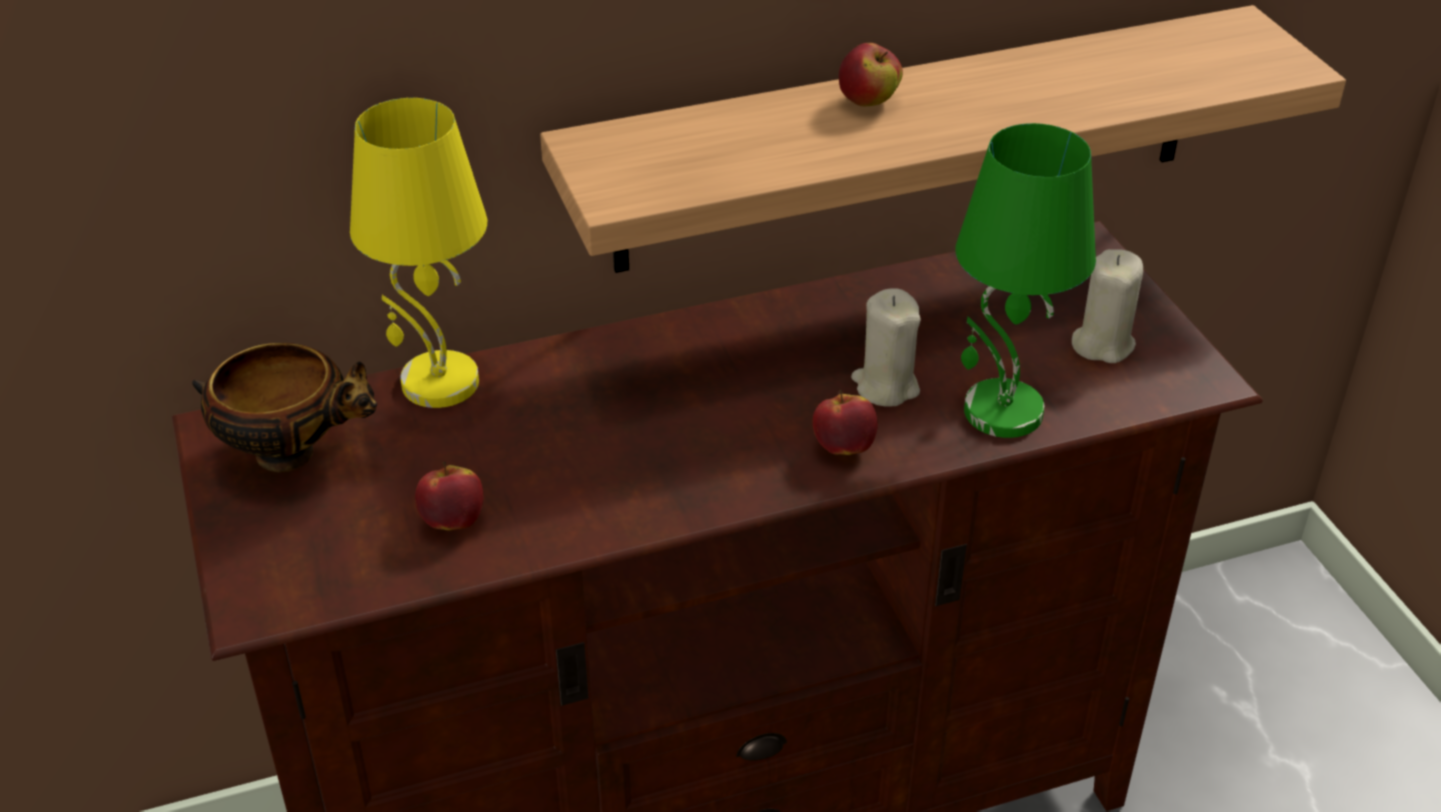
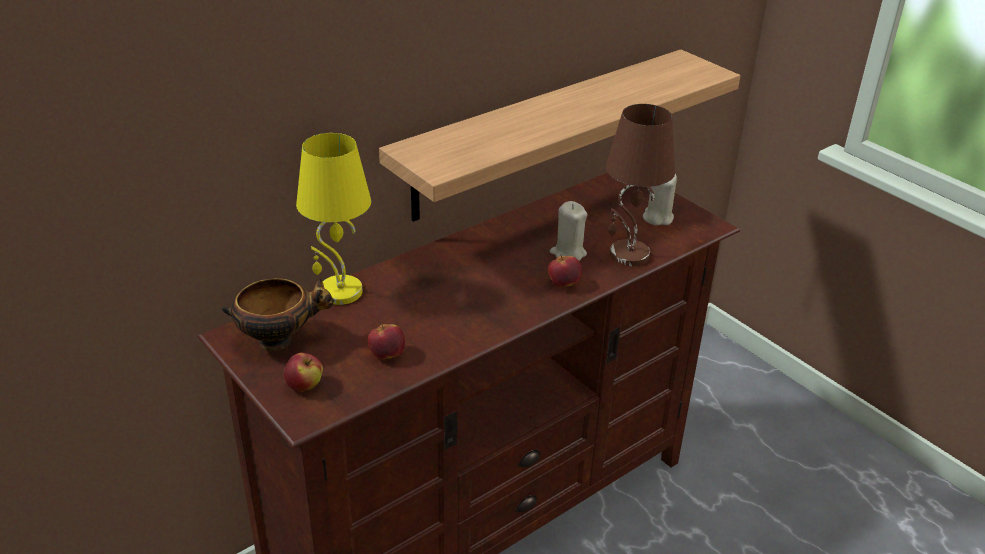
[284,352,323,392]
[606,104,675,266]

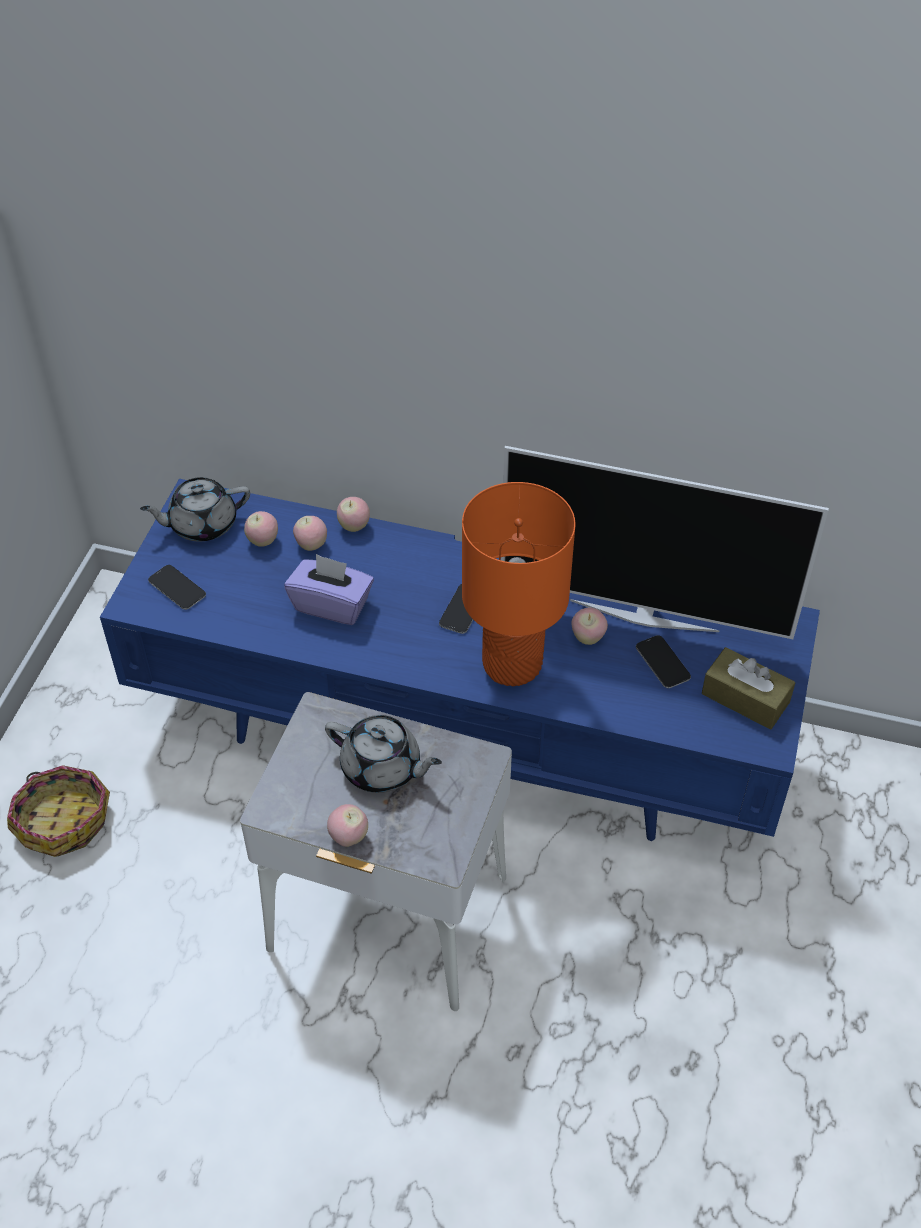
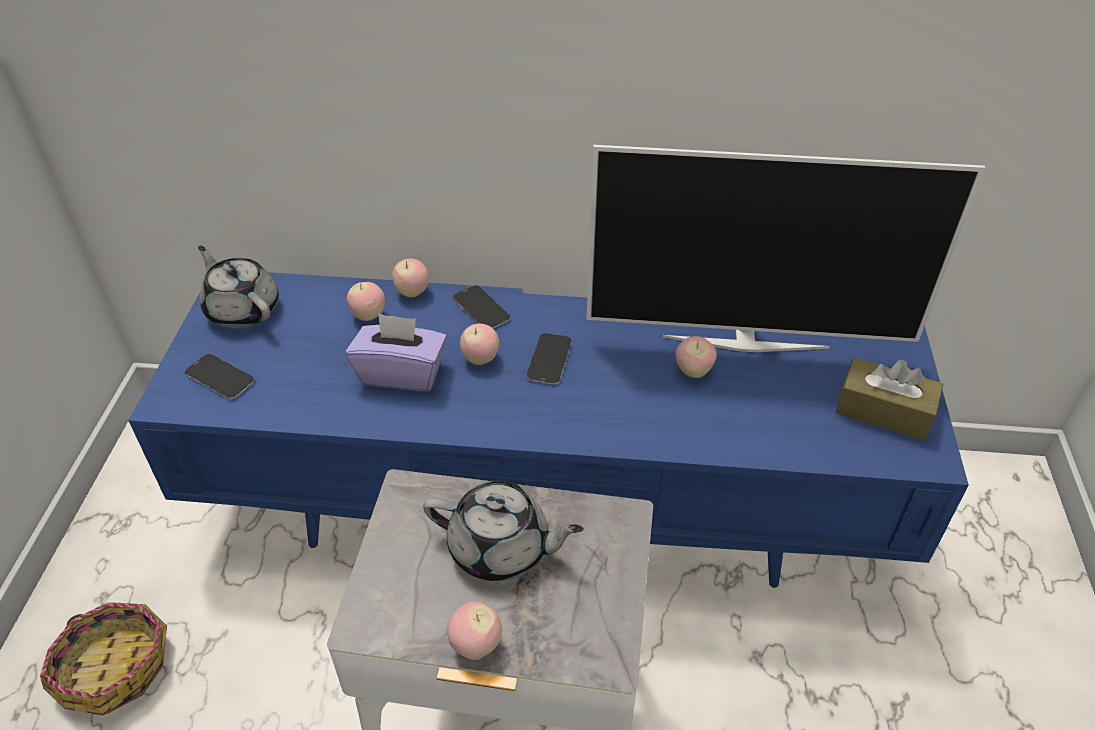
[198,246,279,328]
[462,482,575,686] (first image)
[460,324,499,365]
[453,285,510,328]

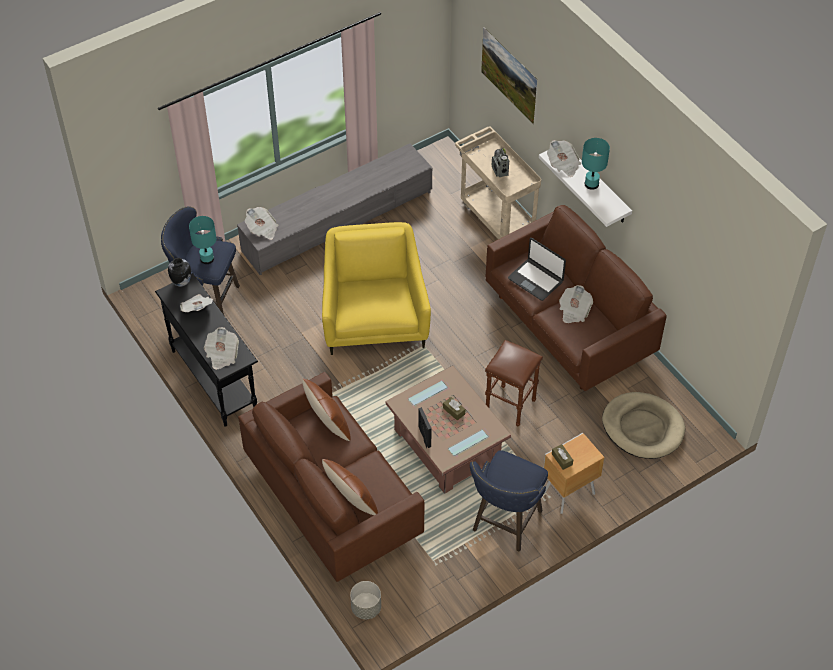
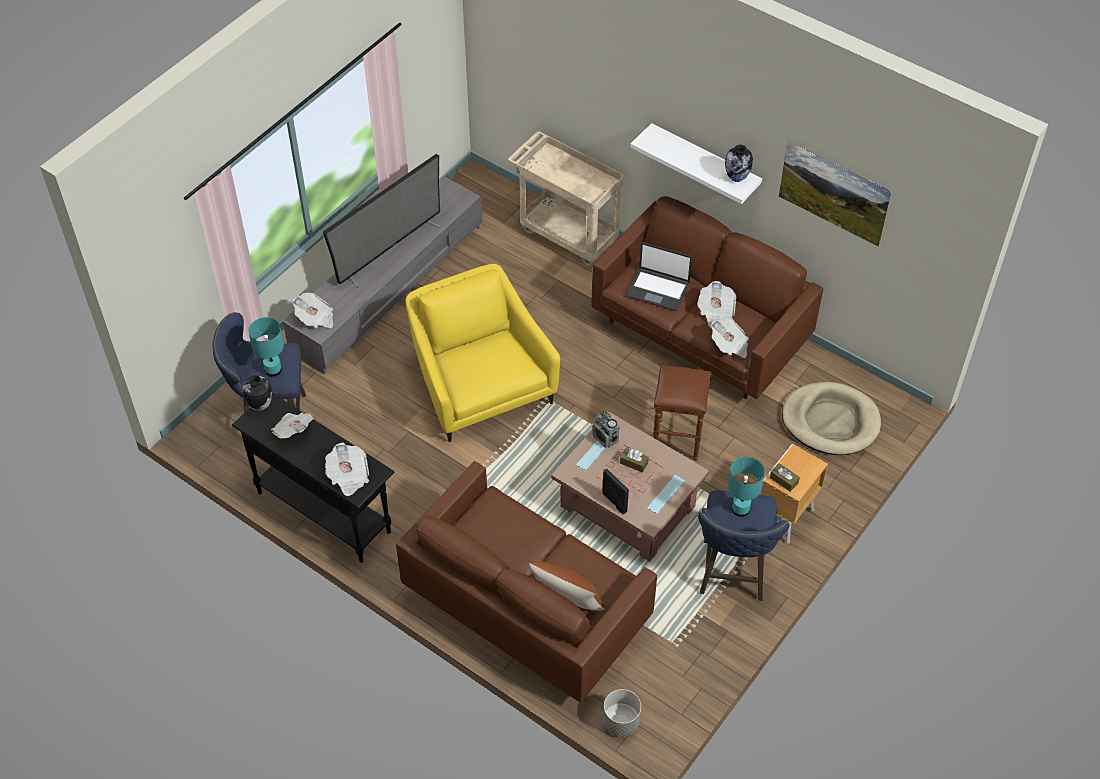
[779,141,892,247]
[728,457,764,517]
[711,317,749,358]
[592,411,619,448]
[302,379,351,441] (first image)
[725,145,753,182]
[323,154,440,288]

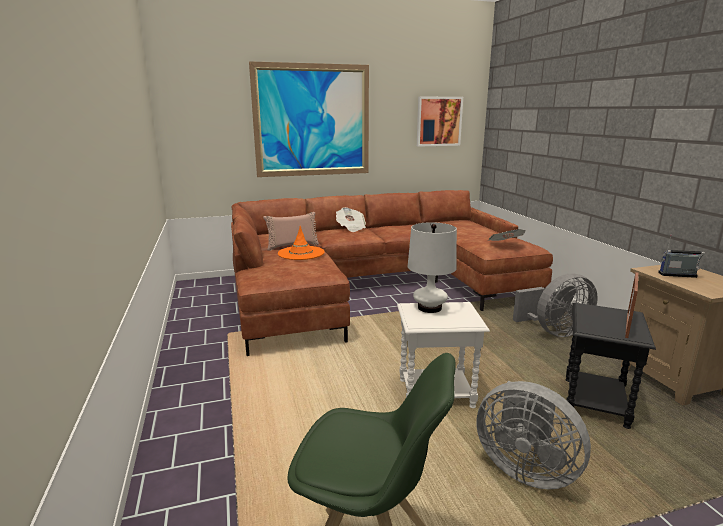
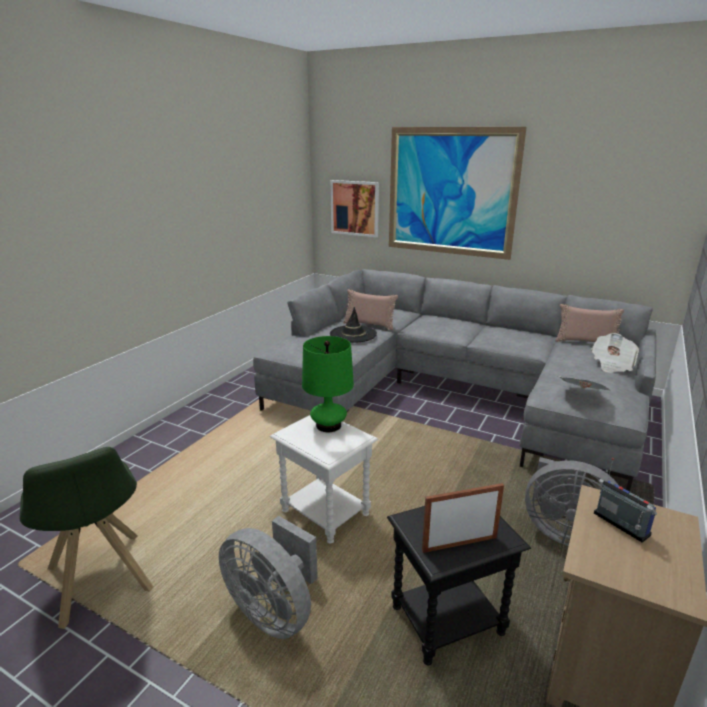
[330,180,379,237]
[253,269,656,492]
[591,333,639,373]
[302,336,354,432]
[330,307,377,343]
[219,516,318,639]
[555,304,624,342]

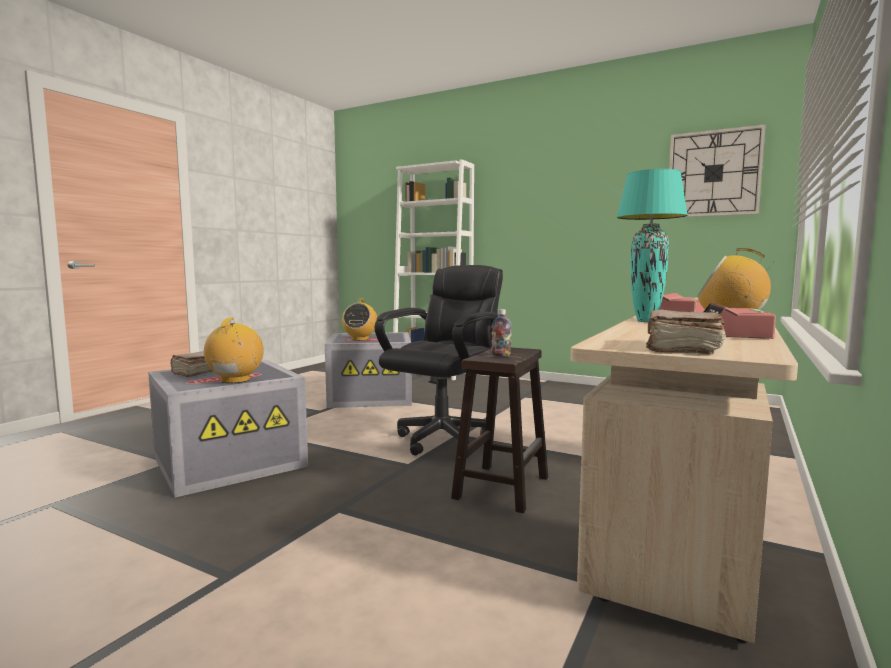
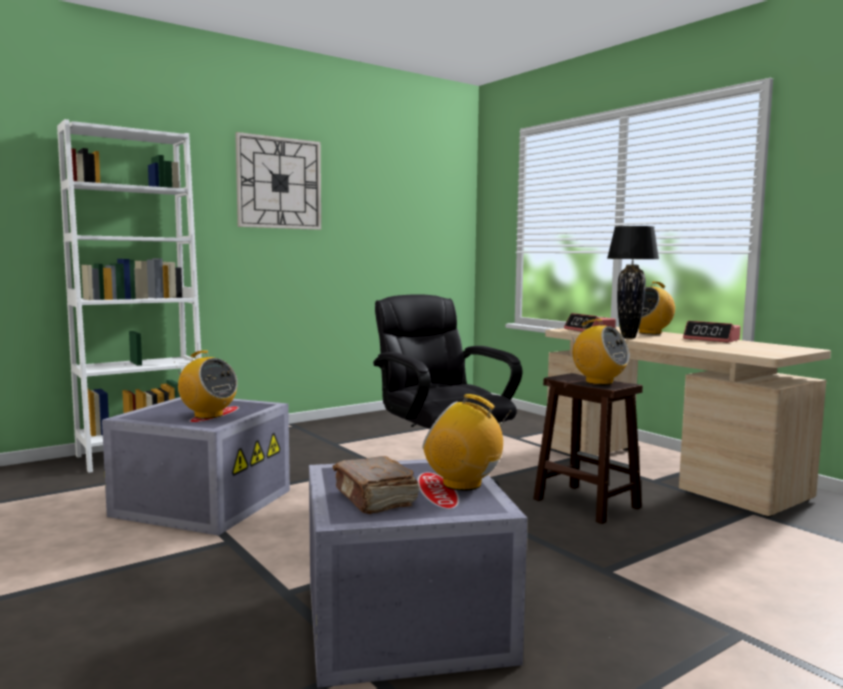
[235,132,321,230]
[607,226,659,339]
[568,319,630,385]
[646,310,726,355] (first image)

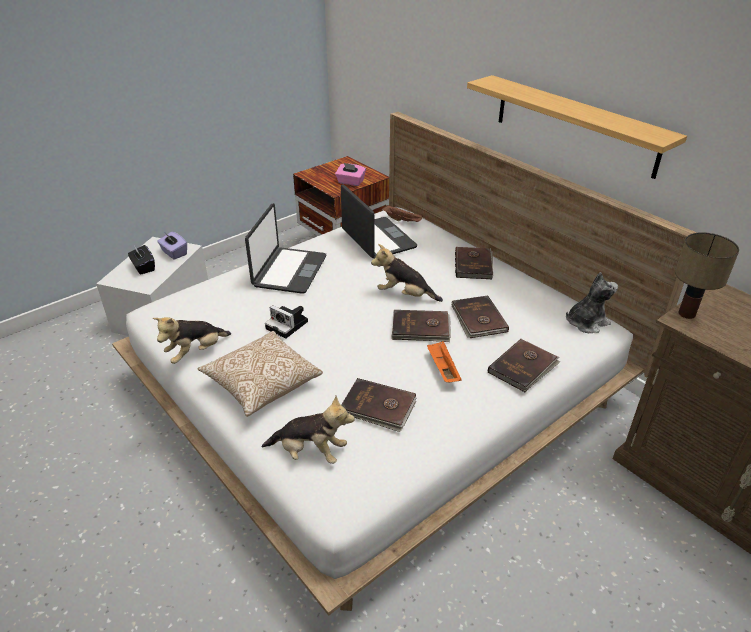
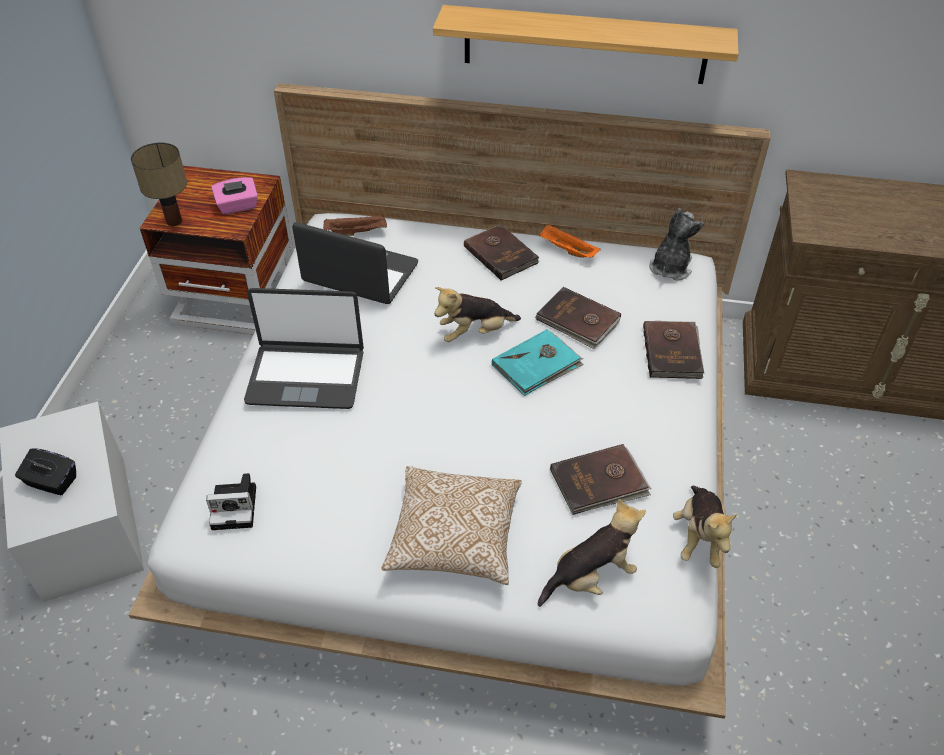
[244,288,364,409]
[157,232,187,260] (first image)
[131,143,187,226]
[206,473,256,530]
[492,329,584,396]
[673,486,737,568]
[539,224,601,258]

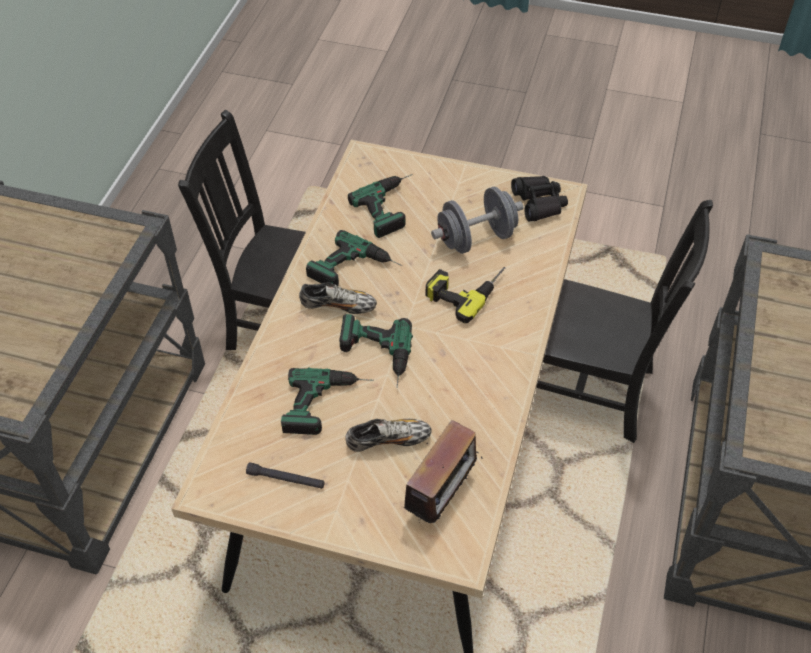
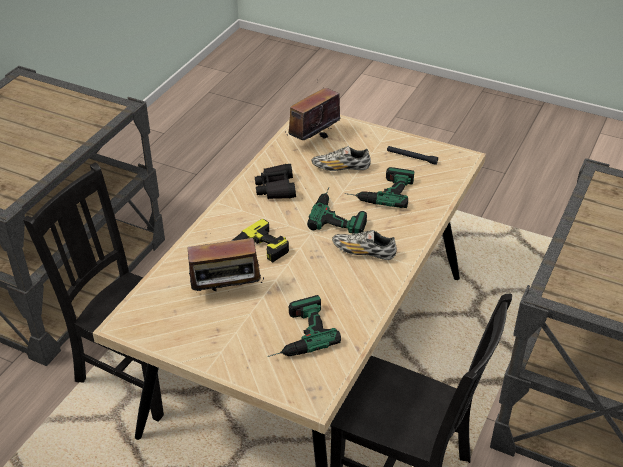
[255,164,296,199]
[181,238,264,291]
[306,230,402,286] (first image)

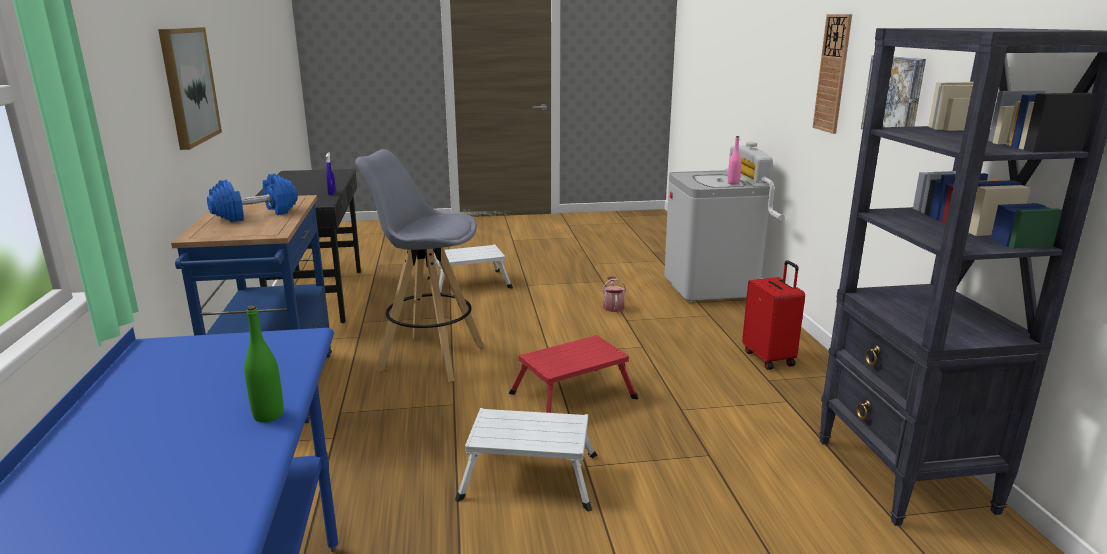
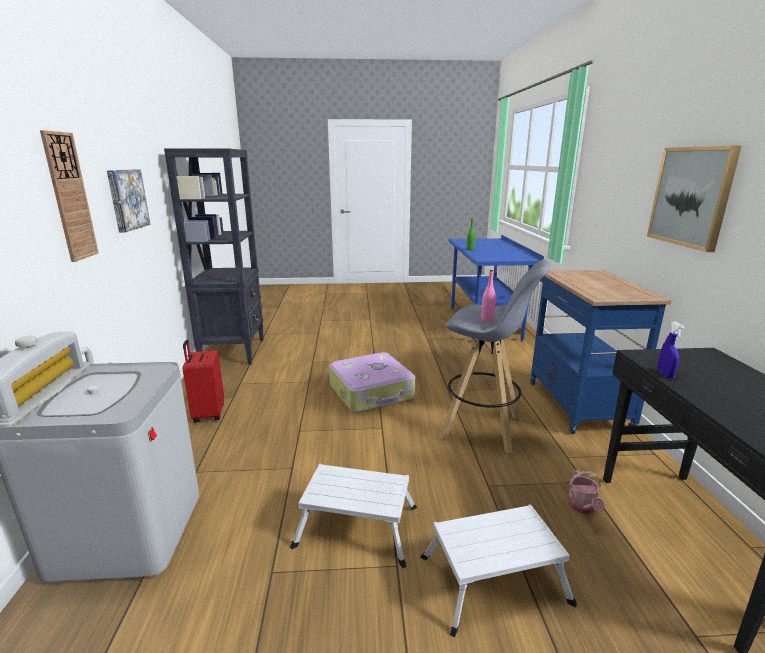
[481,270,496,322]
[207,173,298,222] (first image)
[568,470,605,514]
[329,352,415,412]
[290,464,417,568]

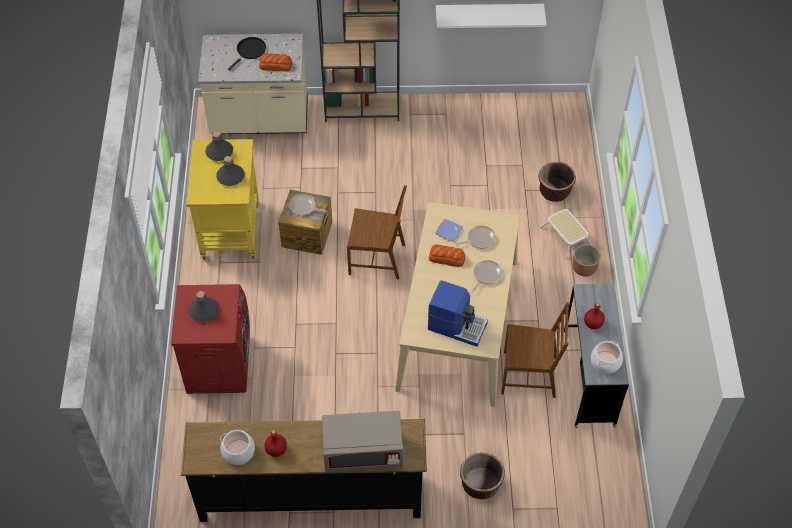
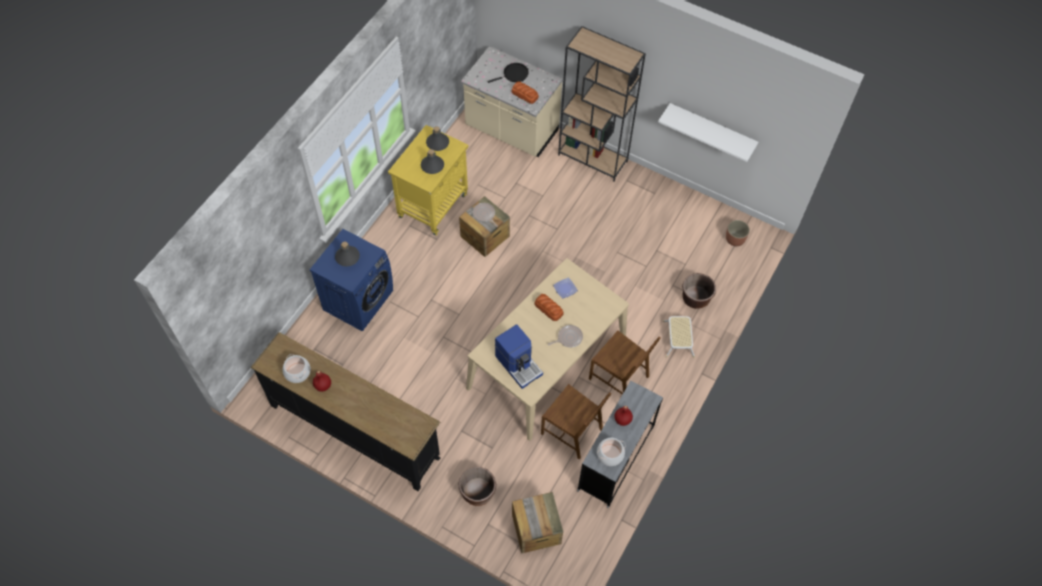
[589,330,661,395]
[456,226,496,249] (first image)
[726,220,750,246]
[310,229,393,331]
[322,411,403,472] (first image)
[512,492,563,553]

